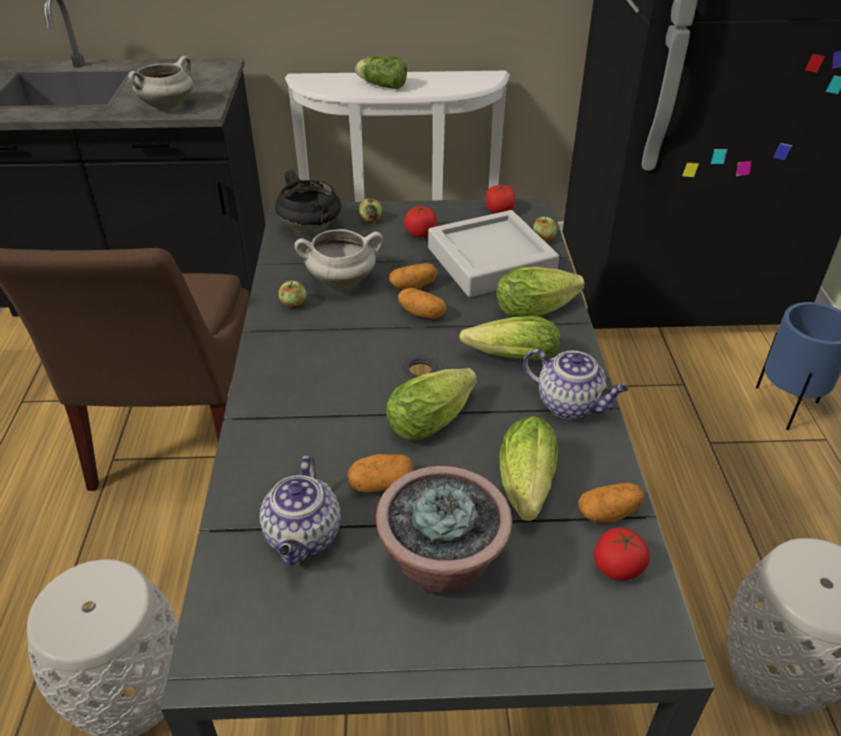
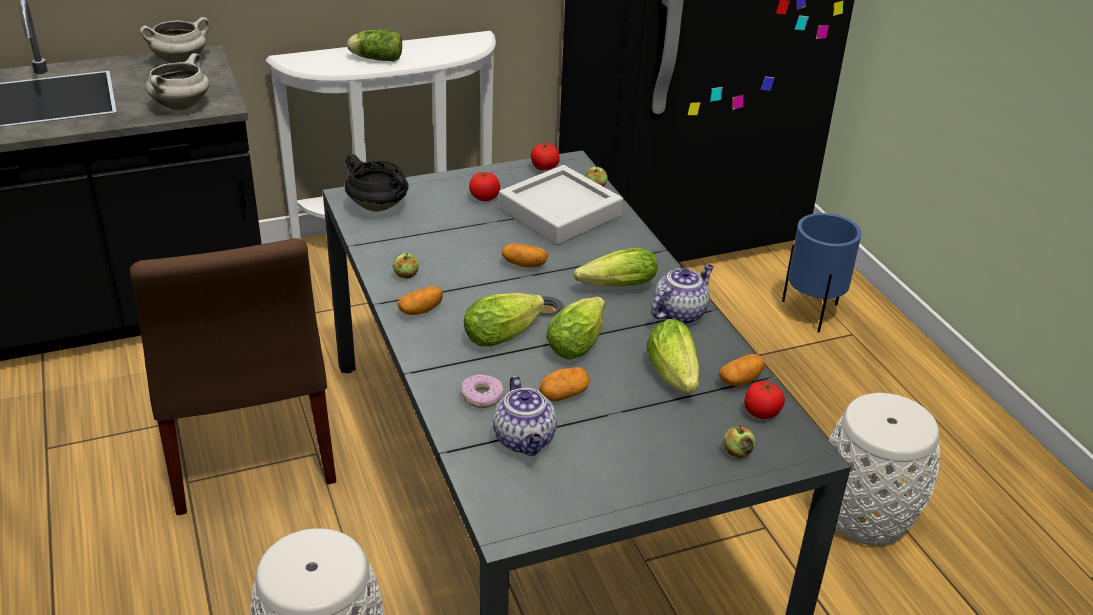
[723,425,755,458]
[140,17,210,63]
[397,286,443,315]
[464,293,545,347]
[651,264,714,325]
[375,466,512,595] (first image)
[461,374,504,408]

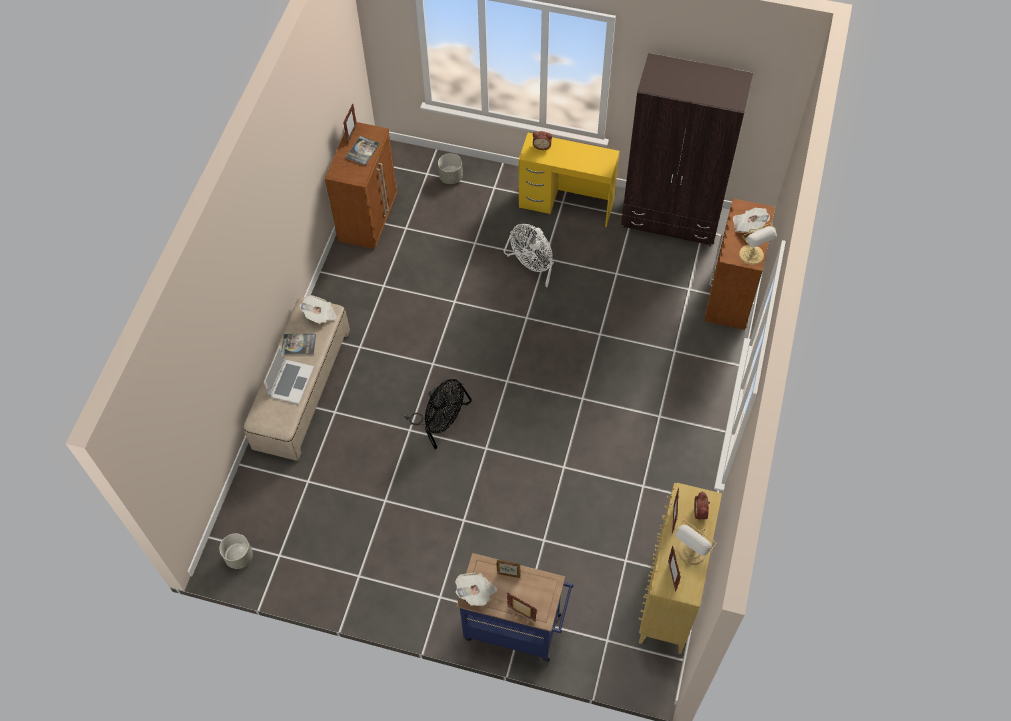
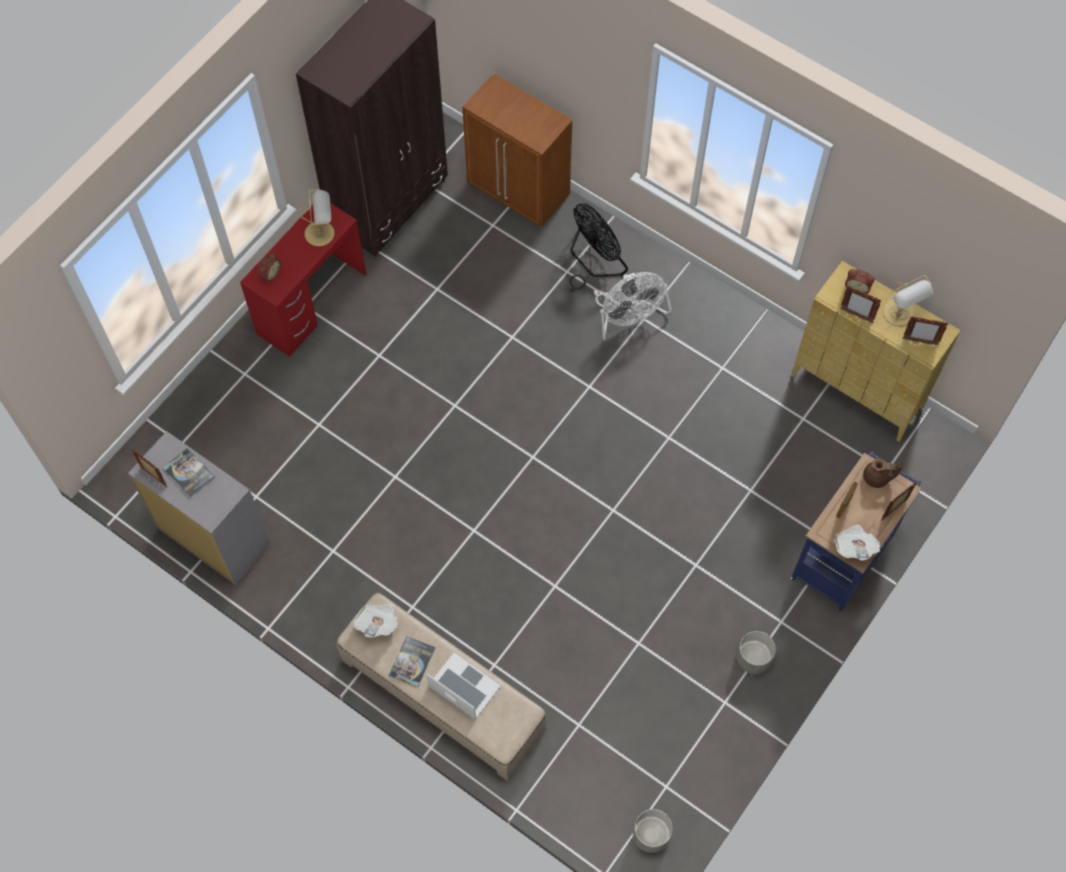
[128,431,271,585]
[240,203,366,357]
[737,631,776,674]
[733,208,770,232] (first image)
[301,189,335,246]
[594,272,672,341]
[568,203,628,292]
[863,458,903,488]

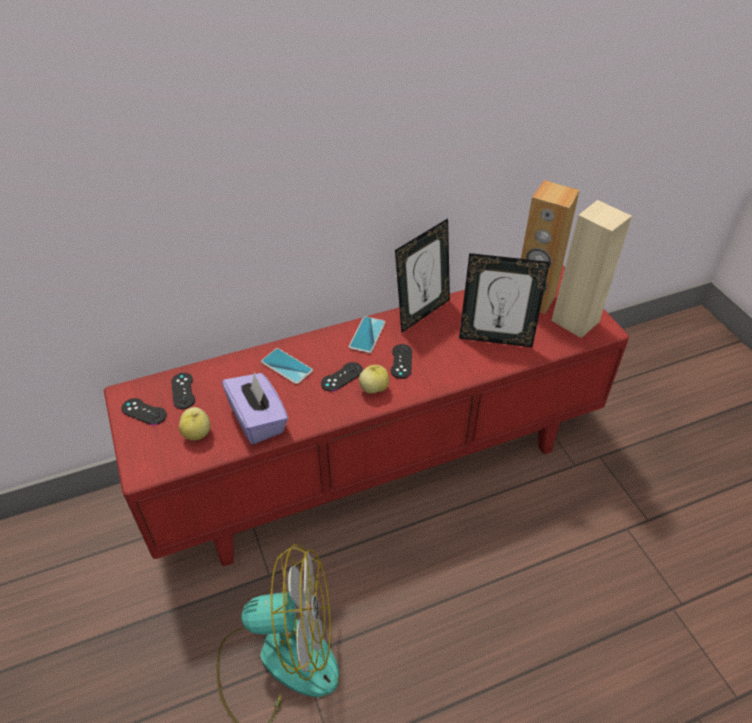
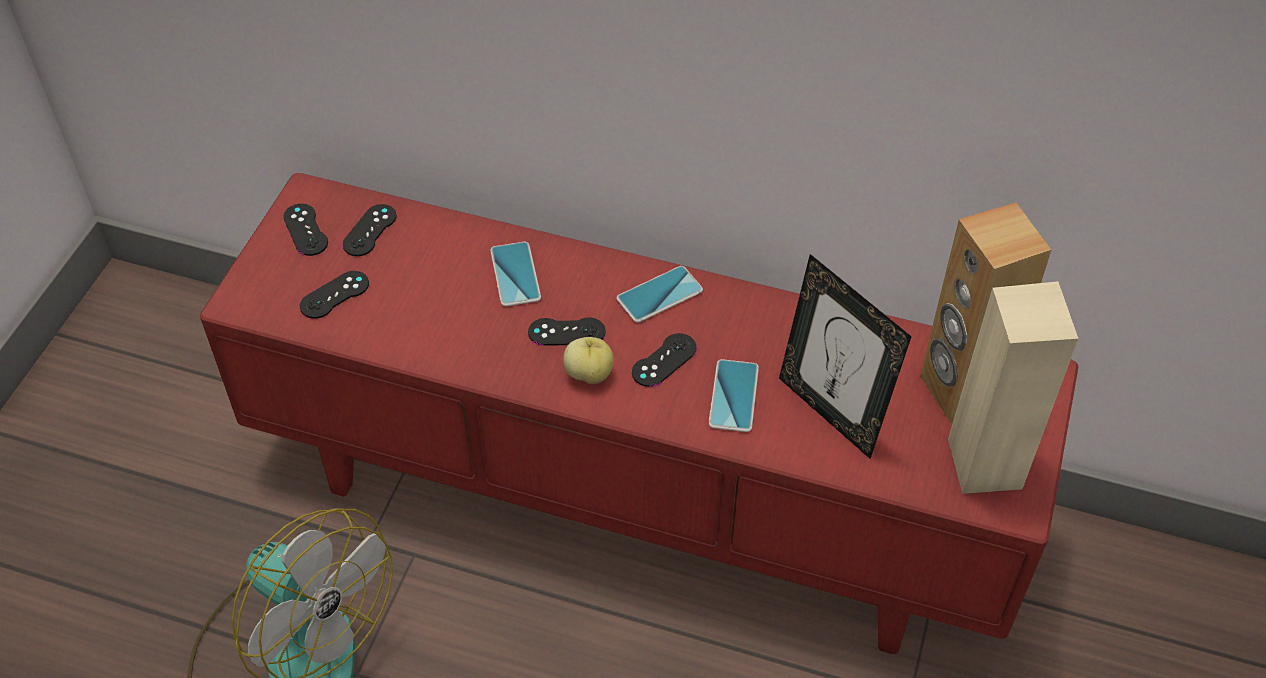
[395,218,450,333] (first image)
[222,372,288,444] (first image)
[300,271,369,319]
[709,359,759,432]

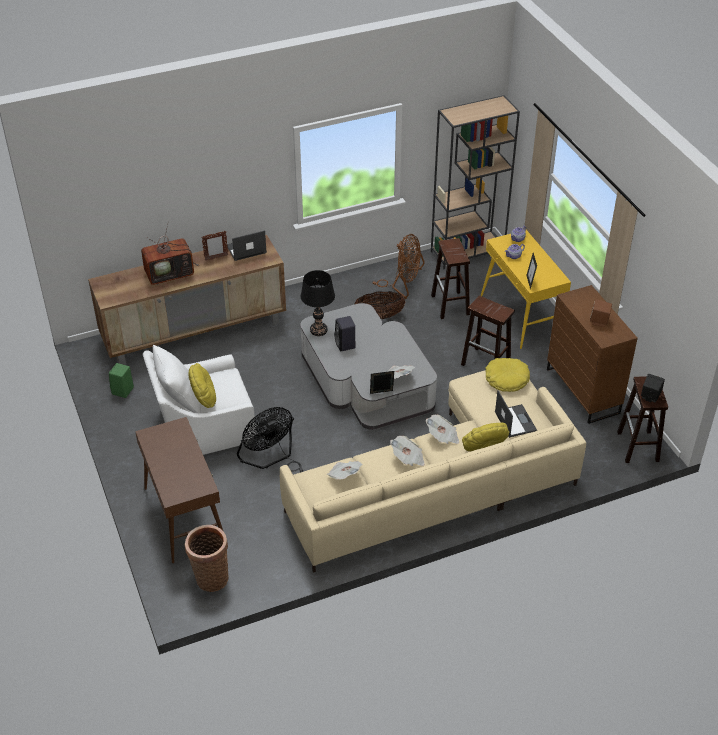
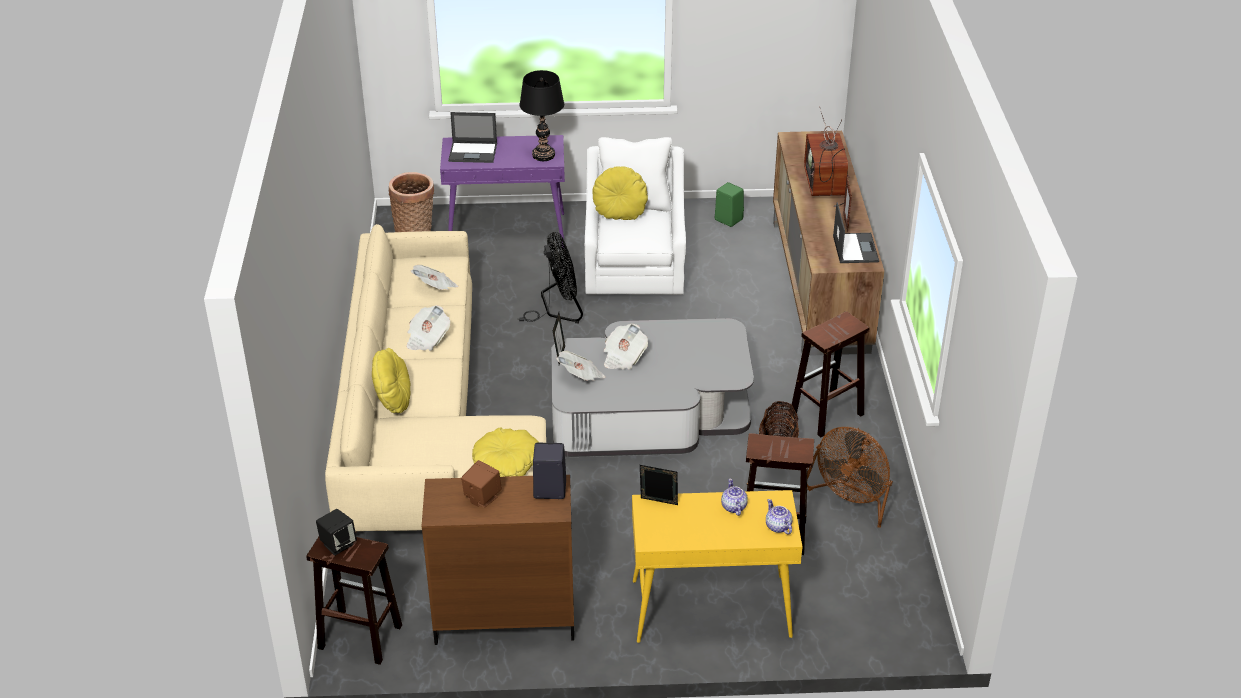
[431,95,520,269] (first image)
[520,70,564,161]
[791,311,869,437]
[533,443,566,499]
[448,112,497,163]
[604,324,648,370]
[440,135,565,247]

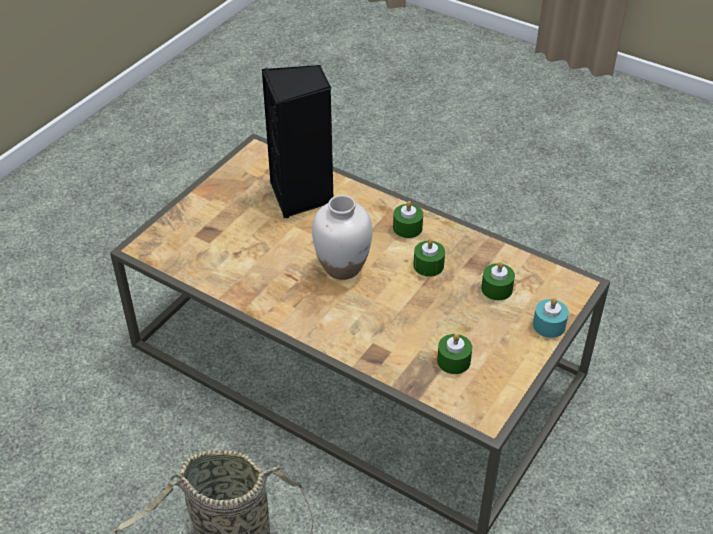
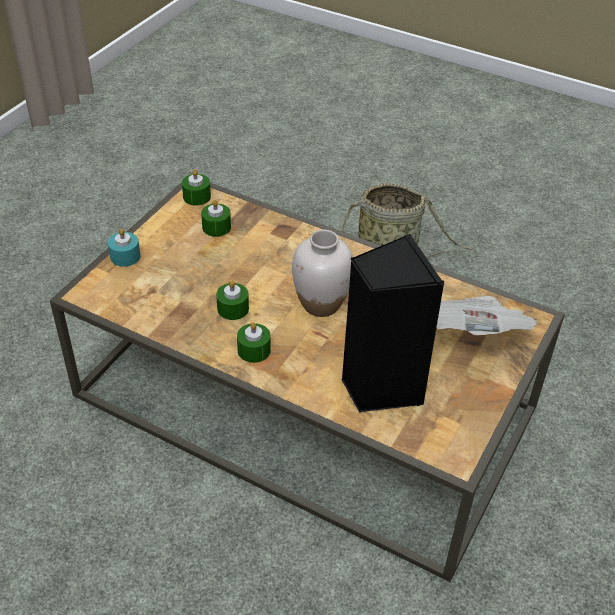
[182,169,211,206]
[436,296,538,335]

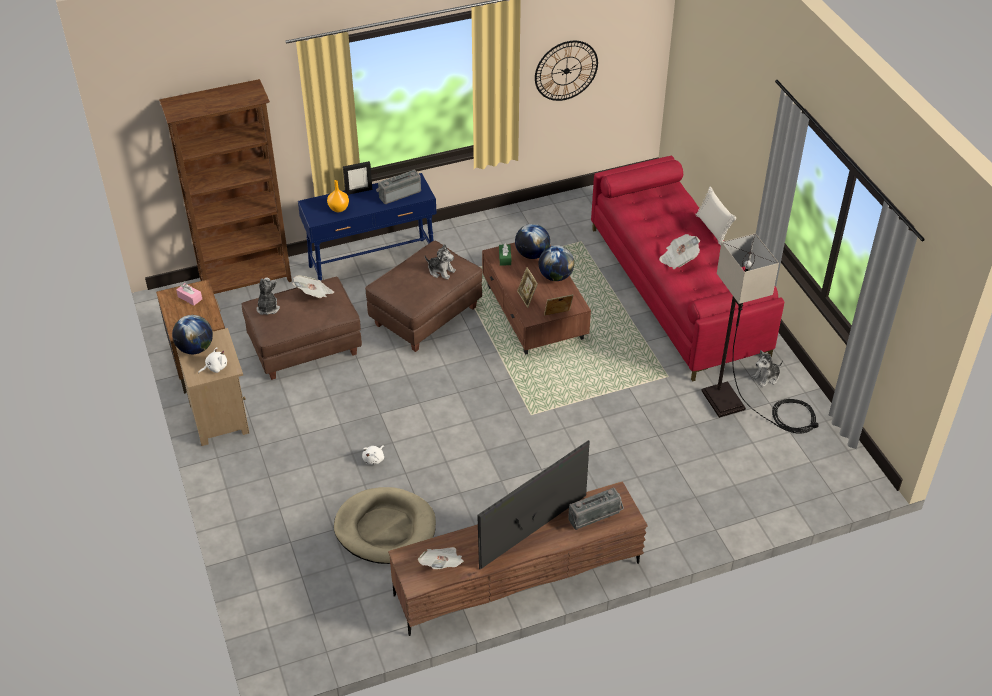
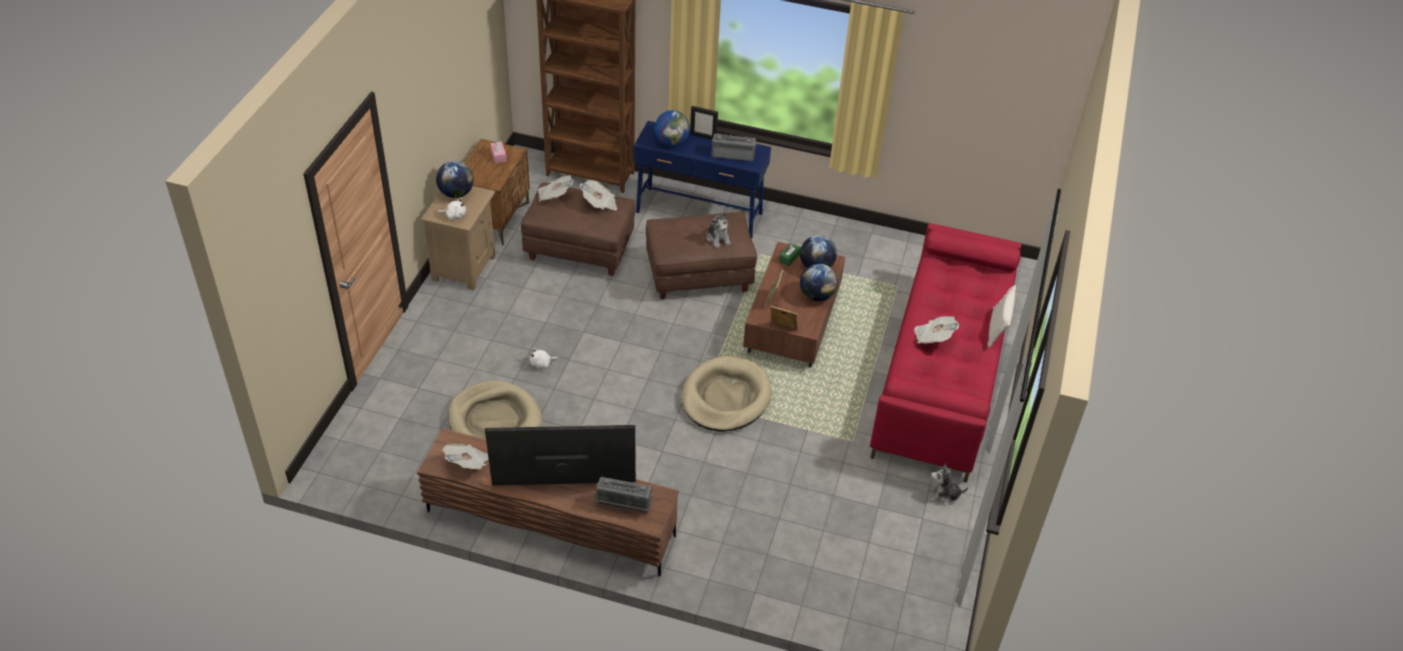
[535,41,598,101] (first image)
[655,110,690,146]
[701,233,819,434] (first image)
[538,175,574,201]
[682,356,771,431]

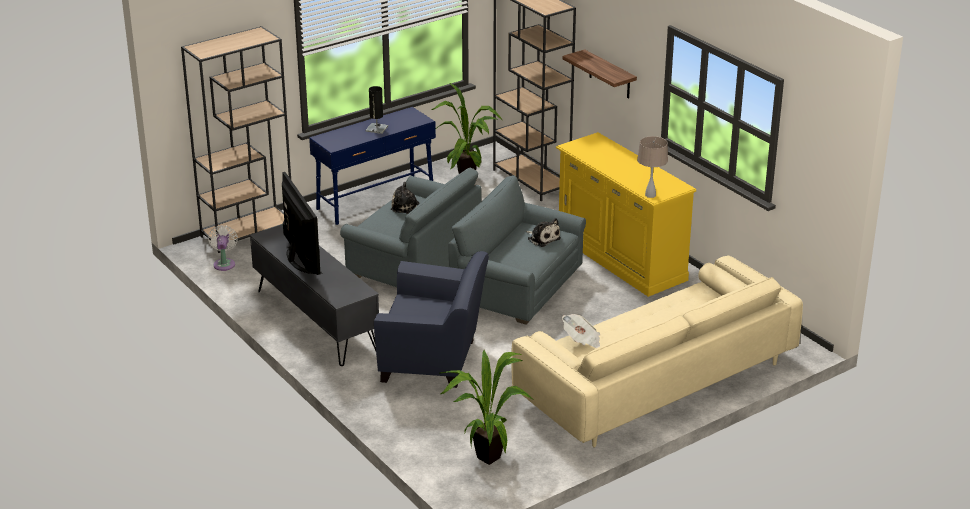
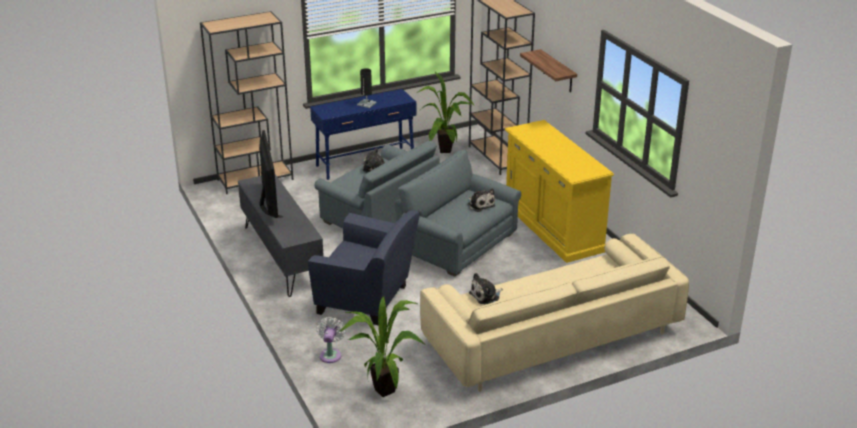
[637,136,668,198] (first image)
[316,317,346,363]
[469,273,503,305]

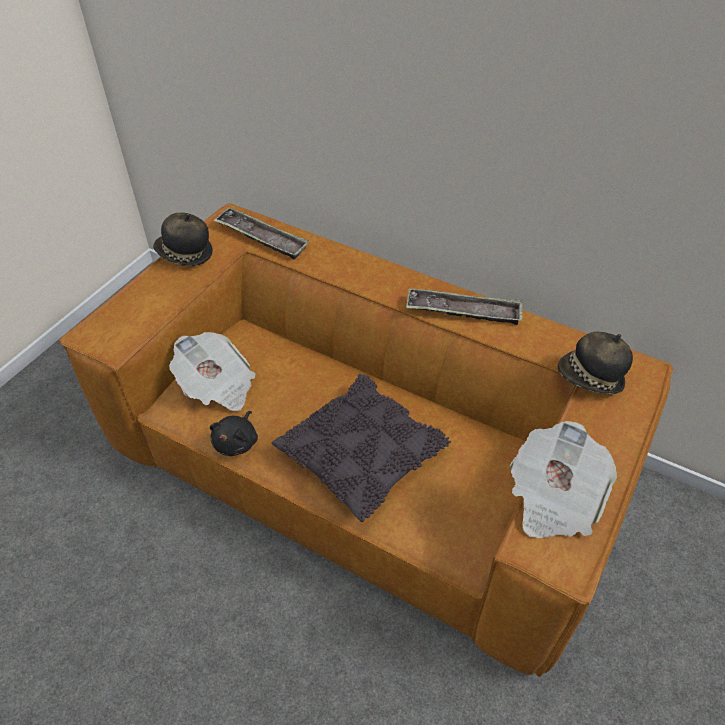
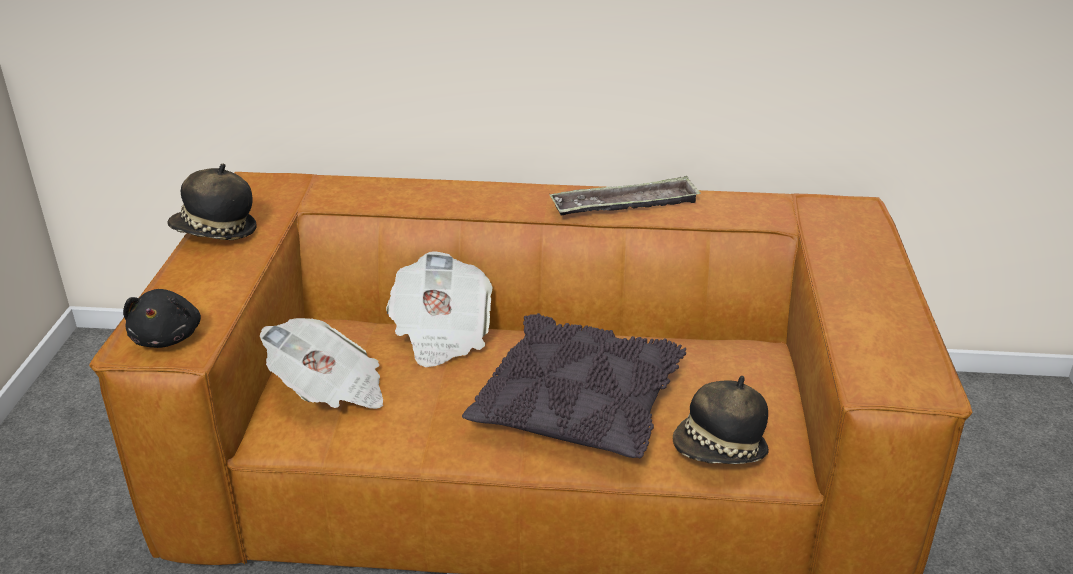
[213,207,309,260] (first image)
[673,376,769,464]
[123,289,201,348]
[386,251,493,367]

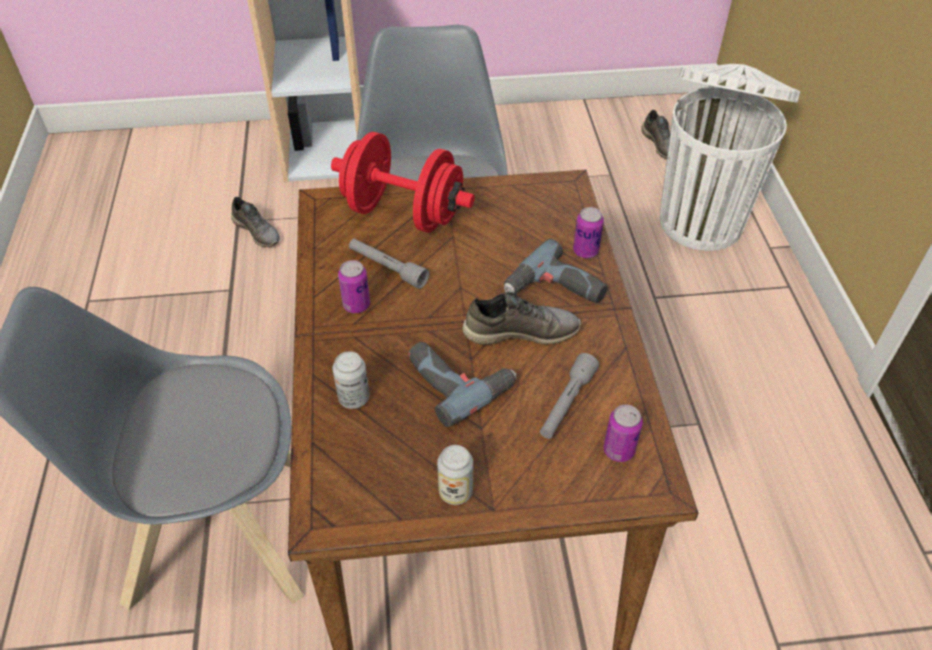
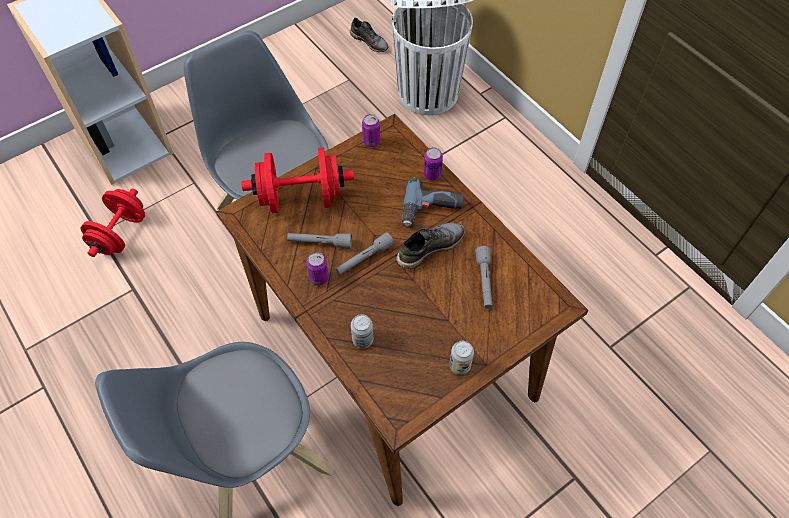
[81,188,145,257]
[408,342,517,427] (first image)
[362,114,380,147]
[335,232,394,275]

